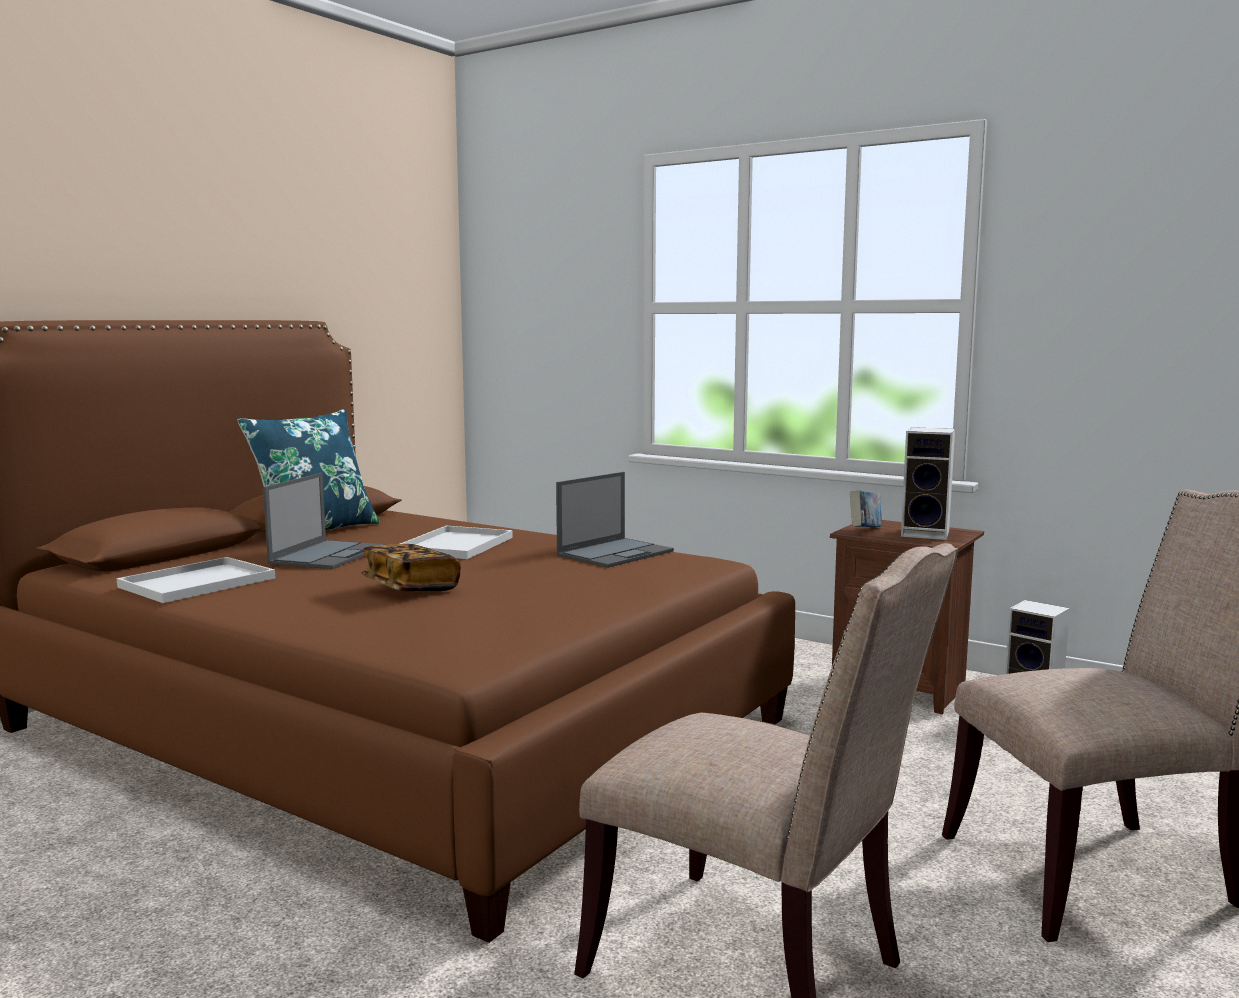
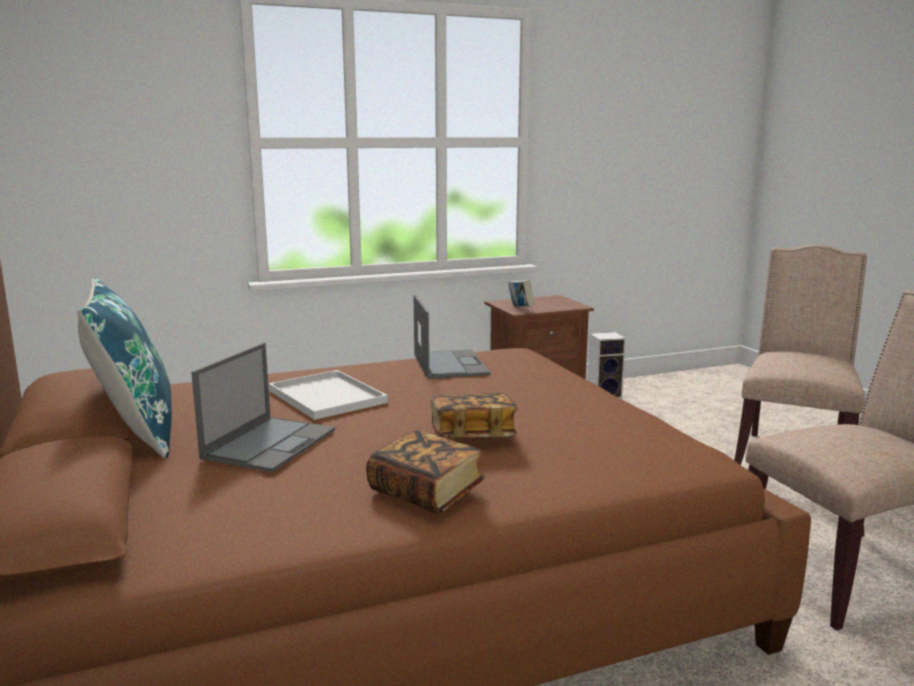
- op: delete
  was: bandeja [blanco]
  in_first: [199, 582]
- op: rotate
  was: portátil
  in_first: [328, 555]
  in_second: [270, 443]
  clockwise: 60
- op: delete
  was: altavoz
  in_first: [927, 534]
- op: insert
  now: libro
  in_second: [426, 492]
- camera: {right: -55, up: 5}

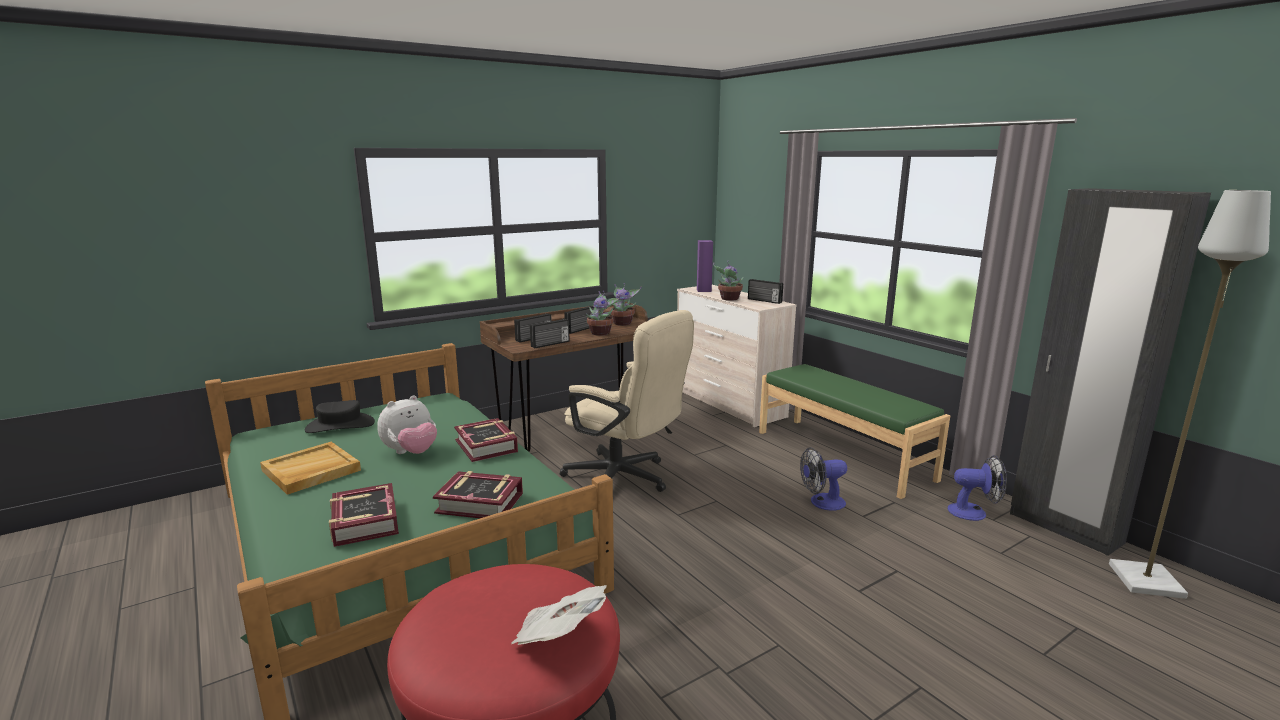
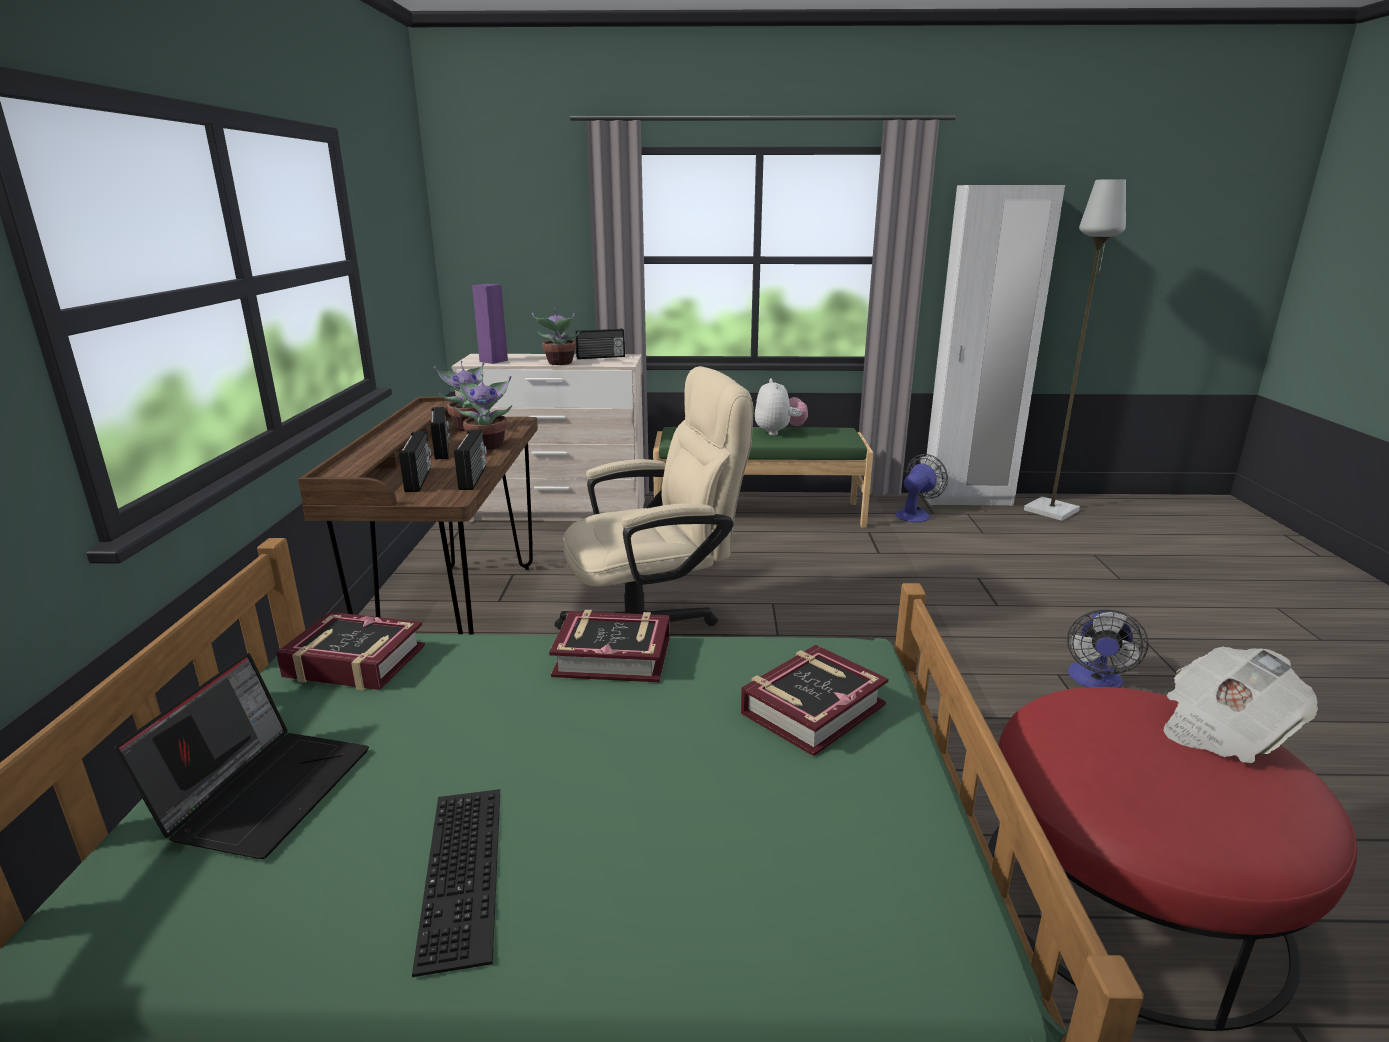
- op: replace
  was: bandeja [beis]
  now: teclado
  in_first: [311, 471]
  in_second: [466, 873]
- op: replace
  was: sombrero [negro]
  now: portátil
  in_first: [340, 425]
  in_second: [265, 789]
- op: move
  was: libro
  in_first: [364, 522]
  in_second: [355, 662]
- op: move
  was: peluche
  in_first: [411, 453]
  in_second: [779, 432]
- op: move
  was: ventilador
  in_first: [821, 503]
  in_second: [1095, 681]
- op: recolor
  was: armario ropero [negro]
  now: armario ropero [blanco]
  in_first: [1064, 528]
  in_second: [967, 500]
- camera: {right: -55, up: 5}

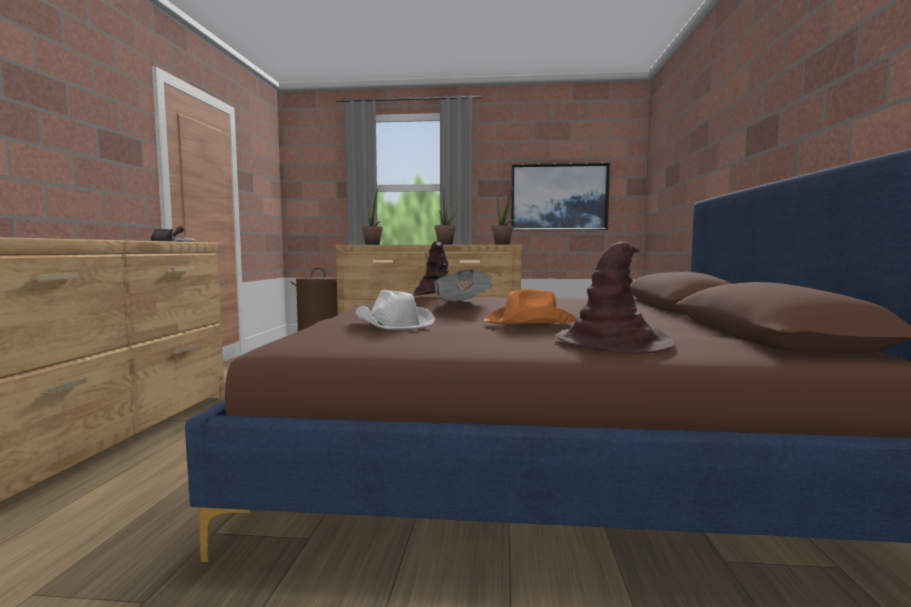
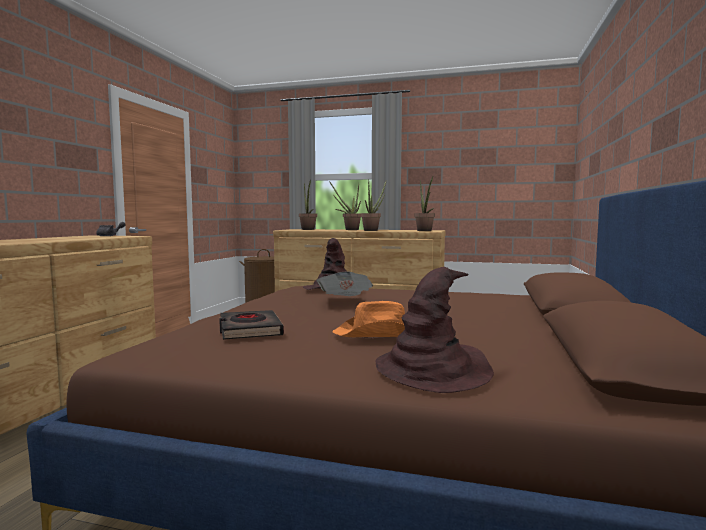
- op: replace
  was: sombrero [blanco]
  now: libro [negro]
  in_first: [392, 324]
  in_second: [249, 330]
- op: delete
  was: cuadro
  in_first: [559, 197]
- op: insert
  now: planta en maceta
  in_second: [349, 229]
- camera: {right: 10, up: 0}

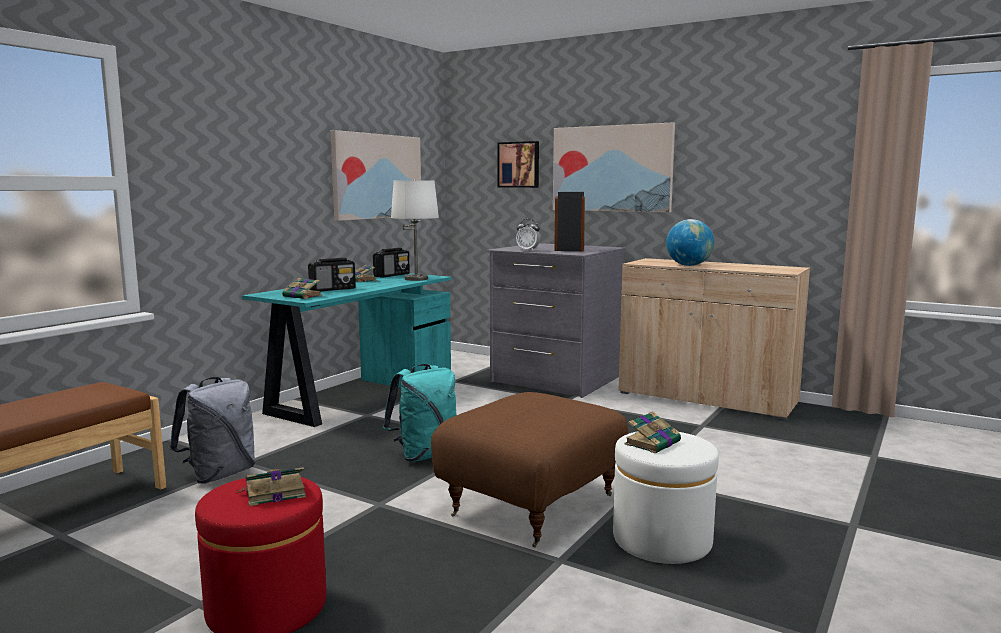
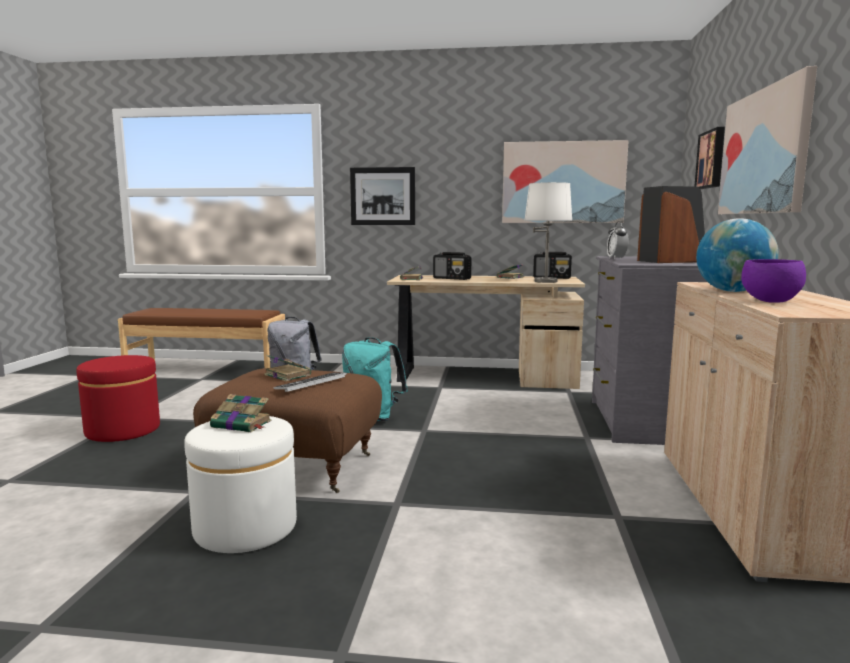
- op: move
  was: libro
  in_first: [273, 493]
  in_second: [287, 375]
- op: recolor
  was: escritorio [turquesa]
  now: escritorio [beis]
  in_first: [359, 394]
  in_second: [483, 376]
- op: insert
  now: teclado
  in_second: [311, 383]
- op: insert
  now: cuadro
  in_second: [382, 196]
- op: insert
  now: cuenco [morado]
  in_second: [770, 301]
- camera: {right: 65, up: 0}

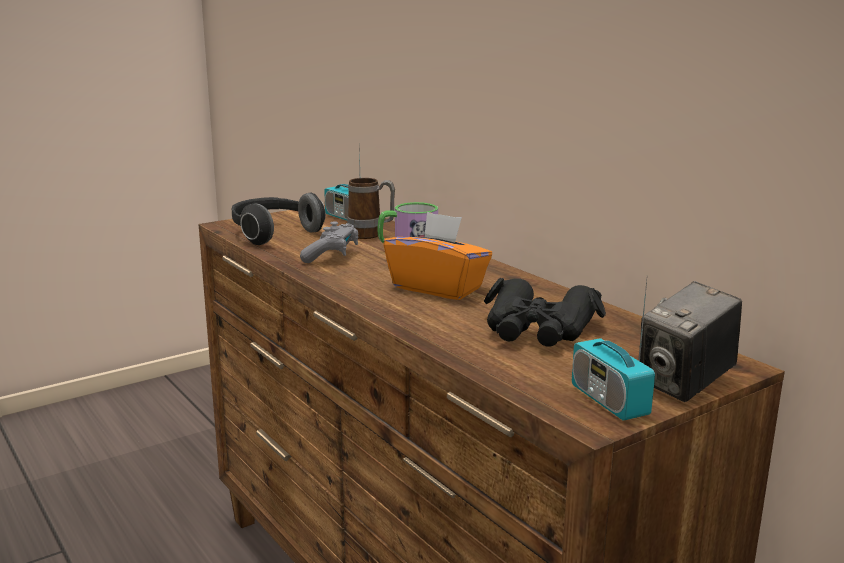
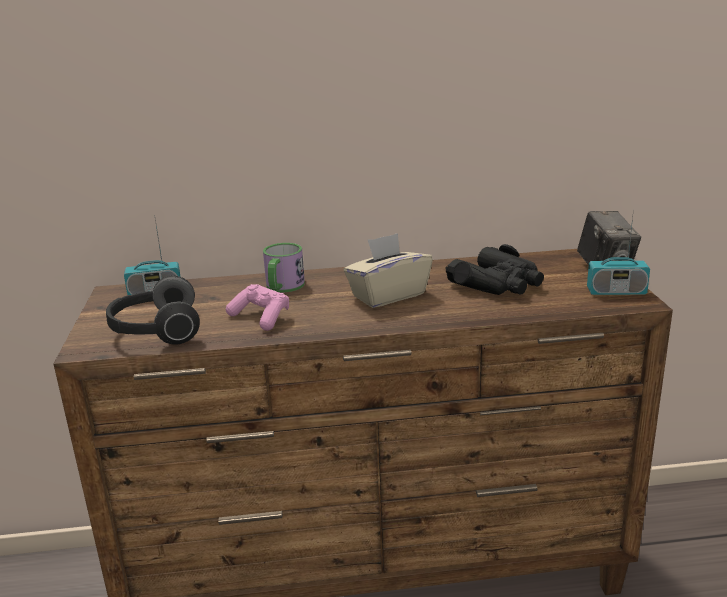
- op: recolor
  was: mando de consola [gris]
  now: mando de consola [rosa]
  in_first: [331, 256]
  in_second: [261, 317]
- op: delete
  was: taza grande
  in_first: [371, 235]
- op: recolor
  was: caja de pañuelos [naranja]
  now: caja de pañuelos [beis]
  in_first: [438, 288]
  in_second: [388, 295]
- camera: {right: -60, up: 5}

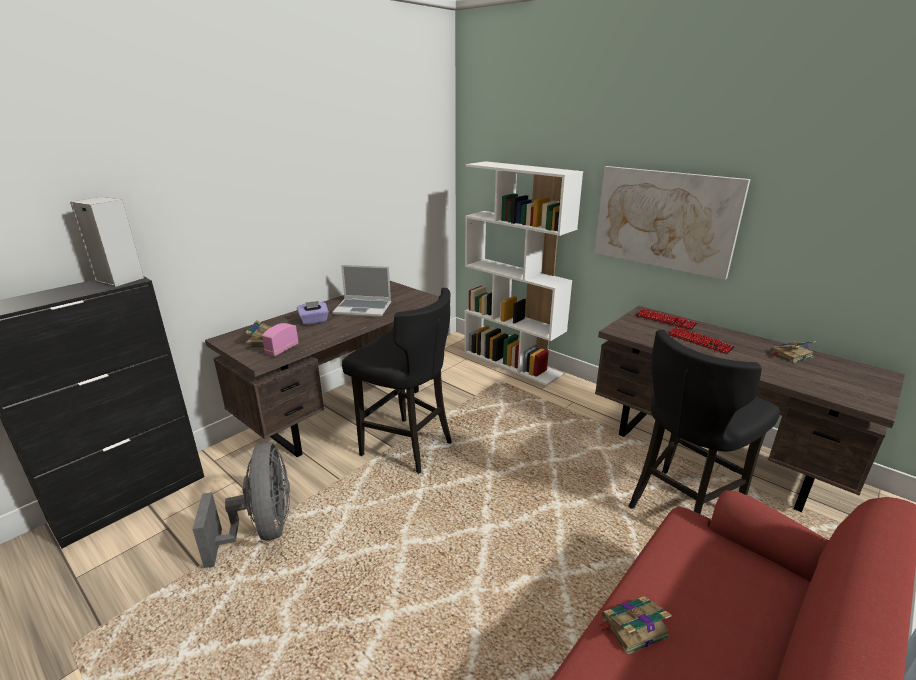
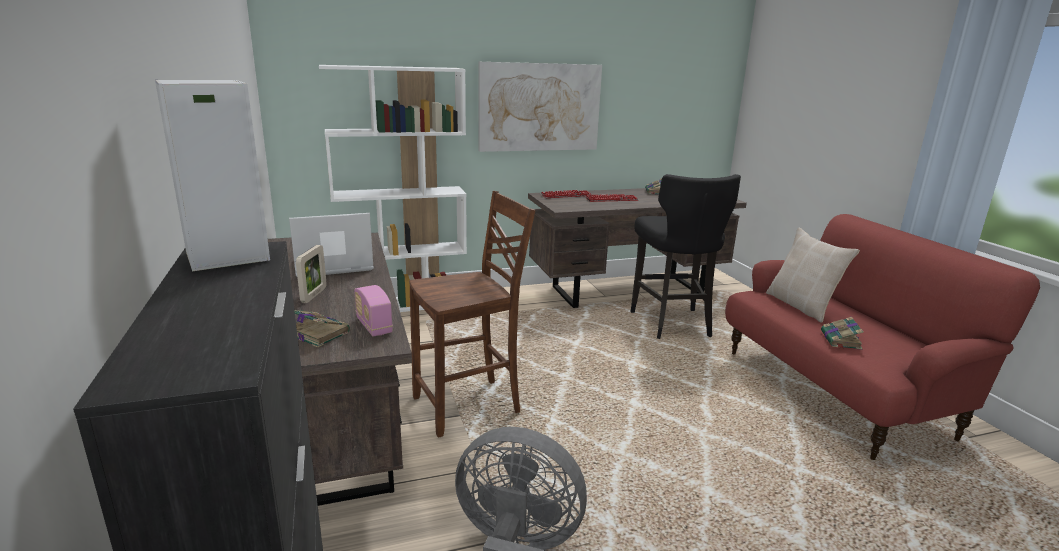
- op: replace
  was: caja de pañuelos [morado]
  now: portarretratos
  in_first: [314, 321]
  in_second: [314, 295]
- op: rotate
  was: portátil
  in_first: [363, 309]
  in_second: [332, 266]
  clockwise: -150
- op: replace
  was: taburete [negro]
  now: silla [marrón]
  in_first: [406, 446]
  in_second: [469, 406]
- op: insert
  now: cojín [beis]
  in_second: [802, 306]
- camera: {right: -60, up: -5}

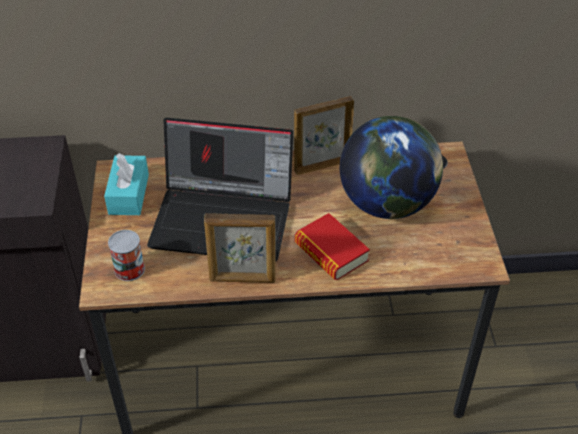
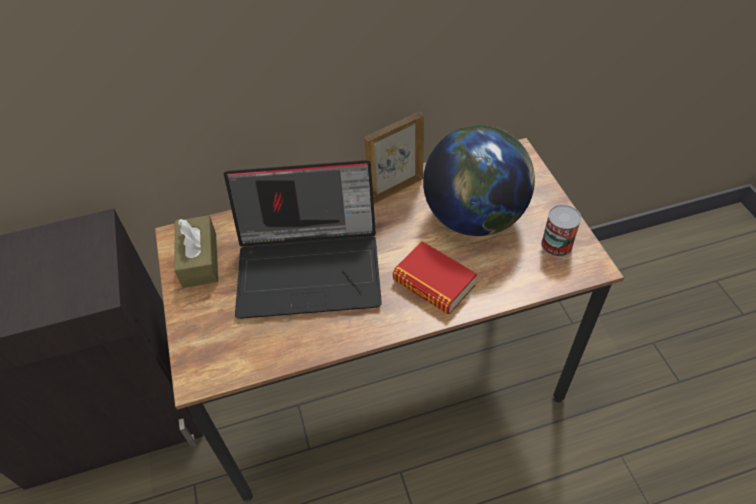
- op: recolor
  was: caja de pañuelos [turquesa]
  now: caja de pañuelos [marrón]
  in_first: [129, 194]
  in_second: [199, 260]
- op: move
  was: lata
  in_first: [129, 269]
  in_second: [556, 245]
- op: delete
  was: portarretratos
  in_first: [242, 279]
- camera: {right: -10, up: 5}

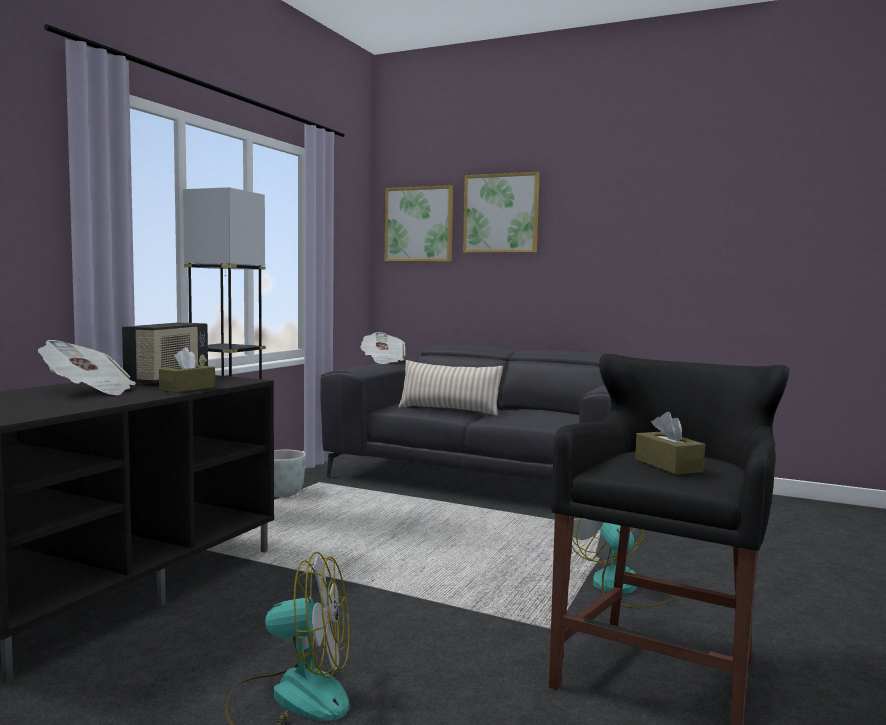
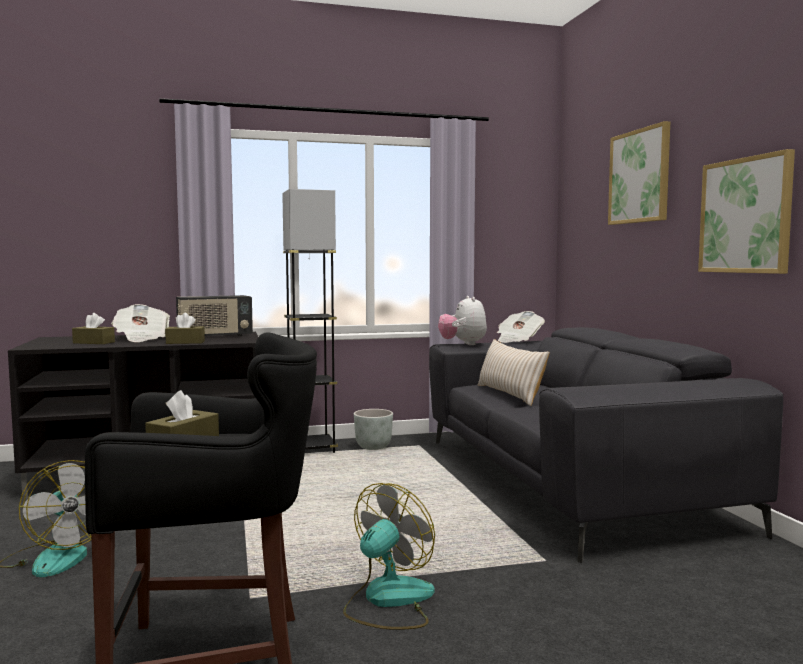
- op: move
  was: cuadro
  in_first: [419, 224]
  in_second: [745, 215]
- op: insert
  now: caja de pañuelos [marrón]
  in_second: [94, 342]
- op: insert
  now: peluche
  in_second: [463, 344]
- camera: {right: 50, up: 0}

